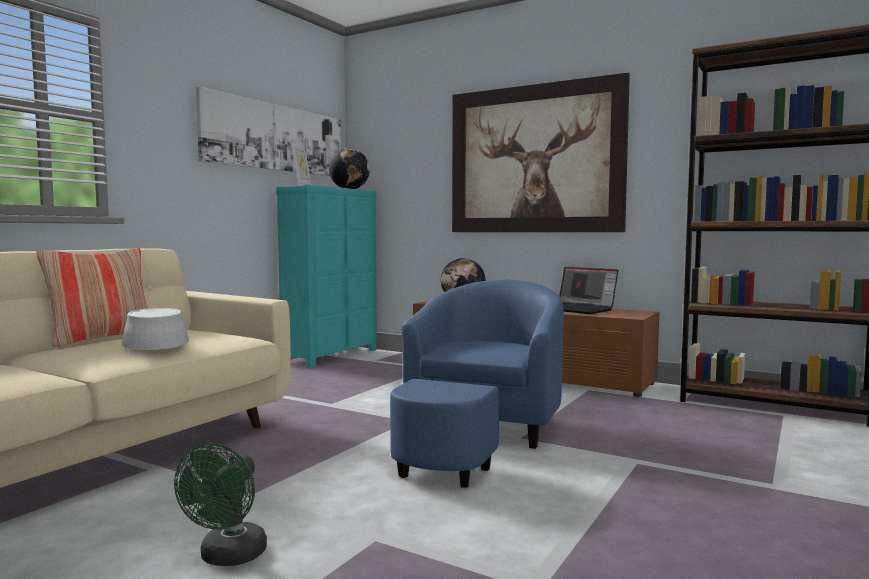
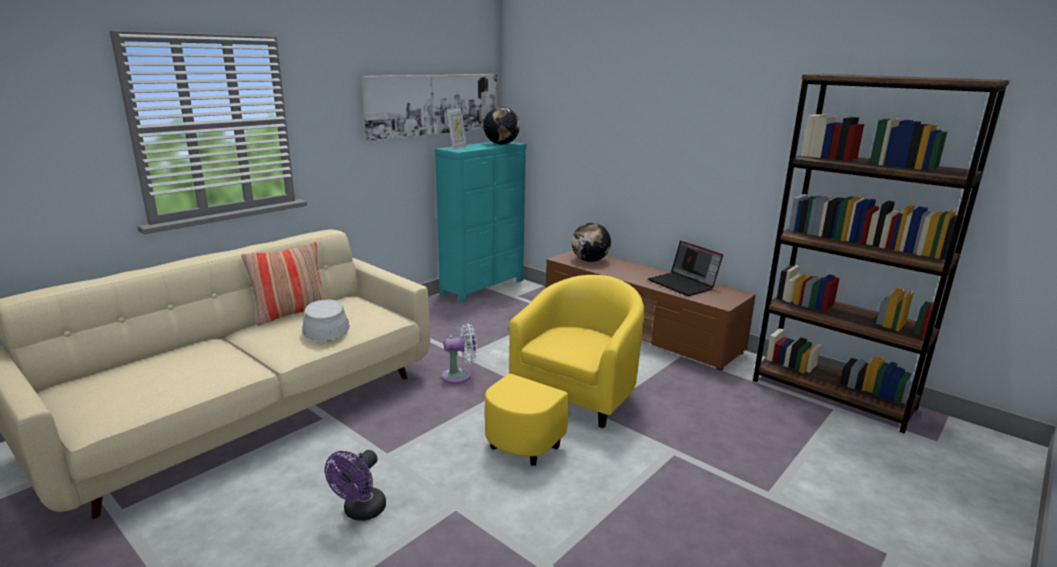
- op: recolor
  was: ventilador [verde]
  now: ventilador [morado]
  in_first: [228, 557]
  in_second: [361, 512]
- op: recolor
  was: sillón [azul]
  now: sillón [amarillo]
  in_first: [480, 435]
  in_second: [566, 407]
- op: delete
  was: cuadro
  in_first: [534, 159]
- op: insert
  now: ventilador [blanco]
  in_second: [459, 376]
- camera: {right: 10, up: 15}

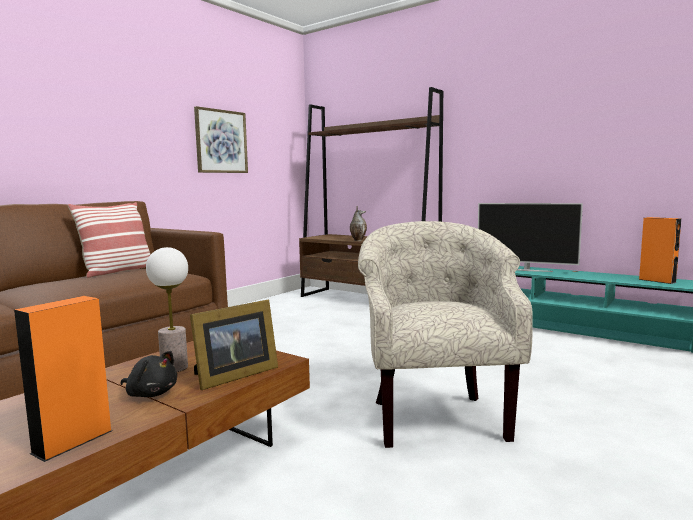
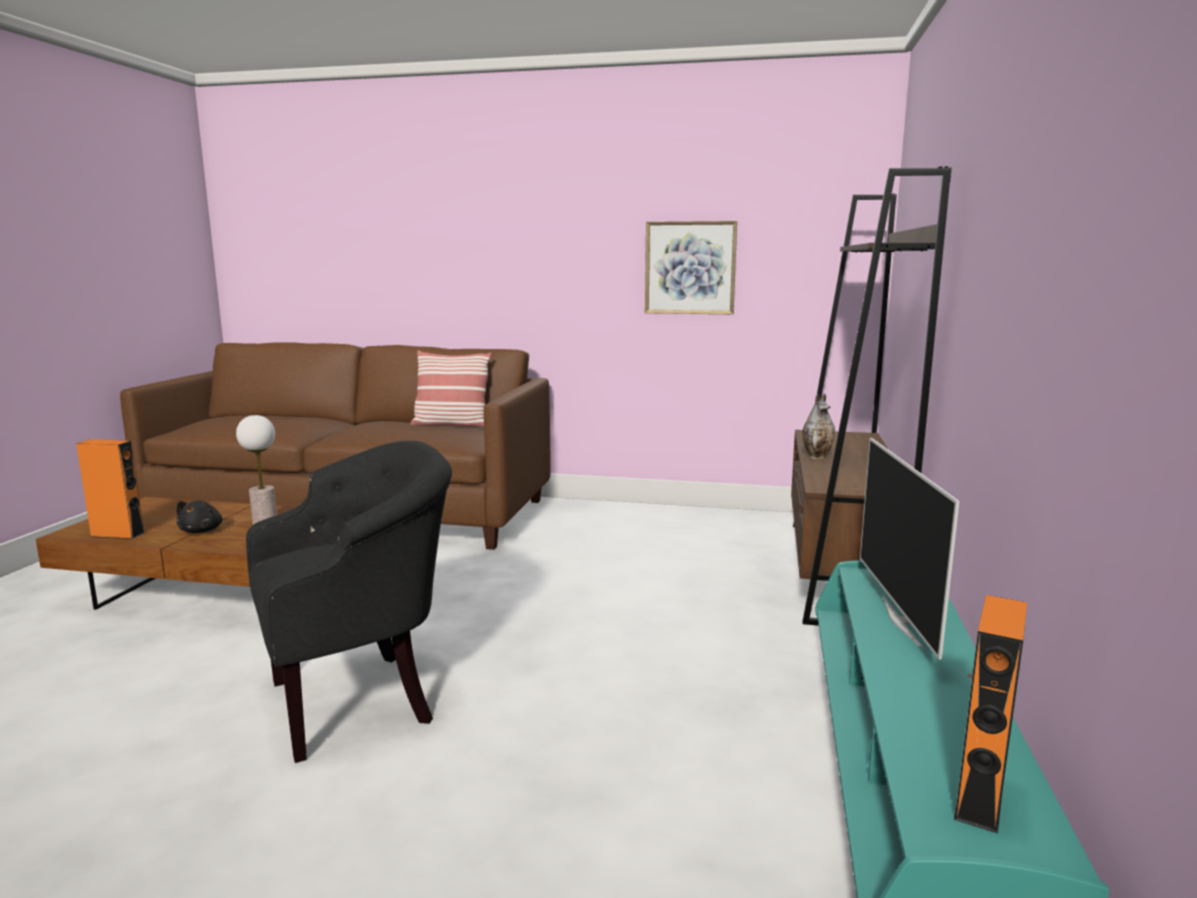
- op: delete
  was: portarretratos
  in_first: [233, 376]
- op: recolor
  was: sillón [beis]
  now: sillón [negro]
  in_first: [435, 416]
  in_second: [361, 699]
- camera: {right: 65, up: 5}

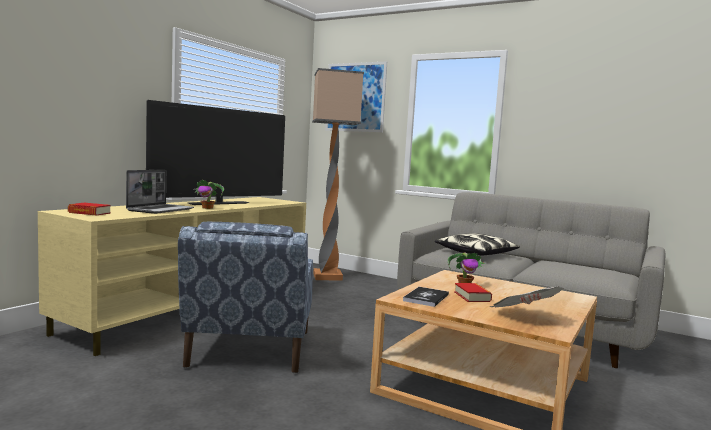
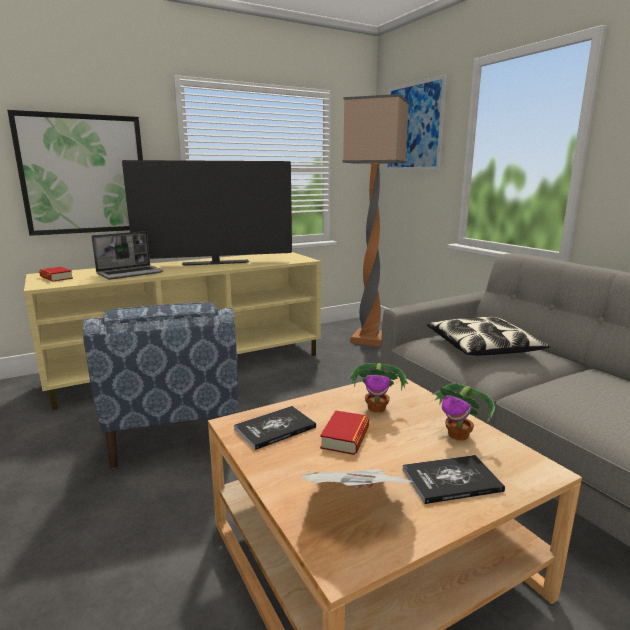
- op: rotate
  was: sillón [azul]
  in_first: [250, 350]
  in_second: [174, 430]
  clockwise: -45
- op: move
  was: planta en maceta
  in_first: [208, 208]
  in_second: [459, 435]
- op: insert
  now: cuadro
  in_second: [84, 174]
- op: insert
  now: libro
  in_second: [451, 480]
- camera: {right: 30, up: 10}

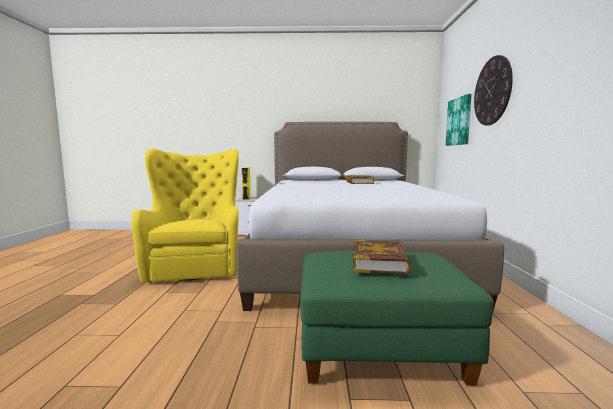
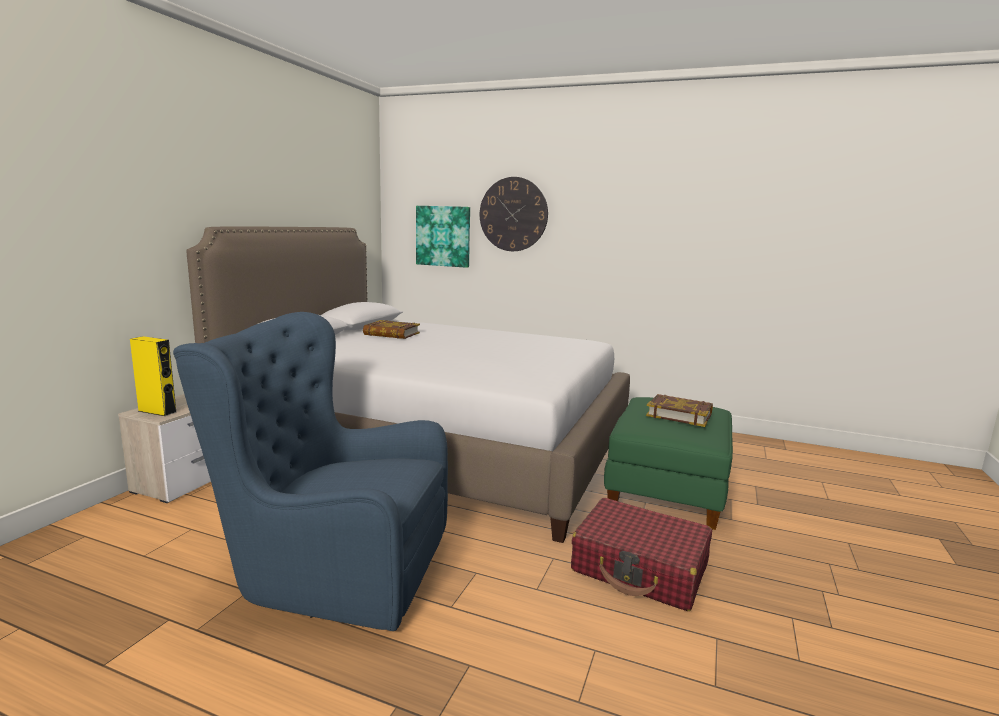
- op: recolor
  was: sillón [amarillo]
  now: sillón [azul]
  in_first: [196, 265]
  in_second: [329, 567]
- op: insert
  now: maleta [rojo]
  in_second: [640, 568]
- camera: {right: -70, up: 5}

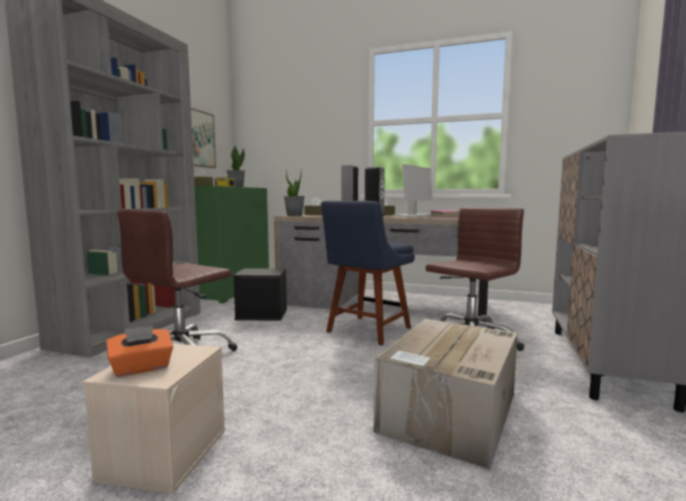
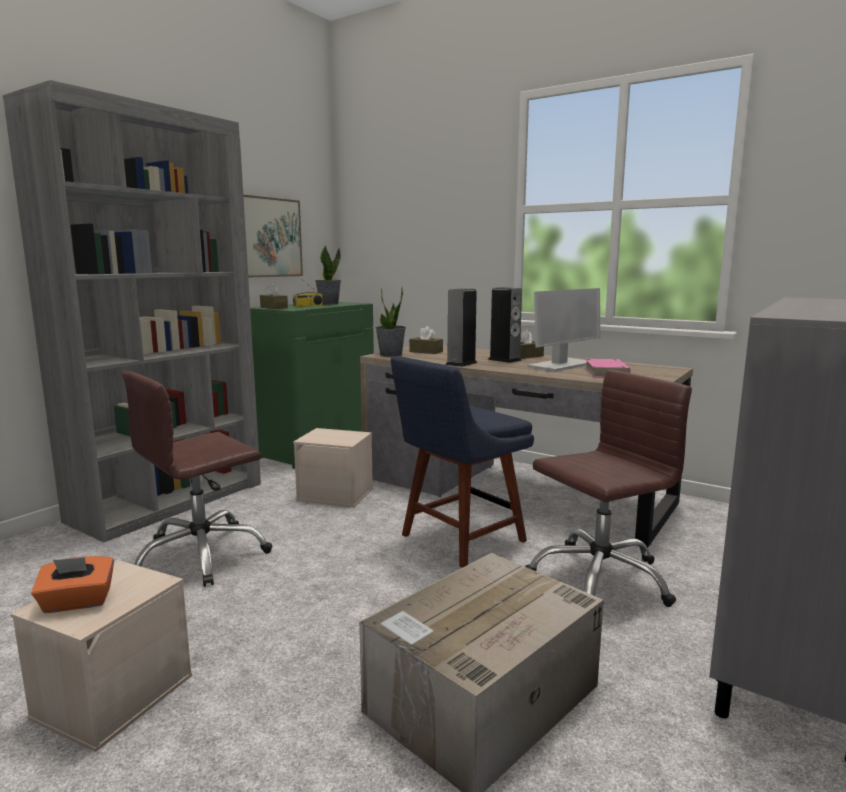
- op: recolor
  was: caja de almacenaje [negro]
  now: caja de almacenaje [beis]
  in_first: [262, 314]
  in_second: [336, 494]
- camera: {right: 15, up: 5}

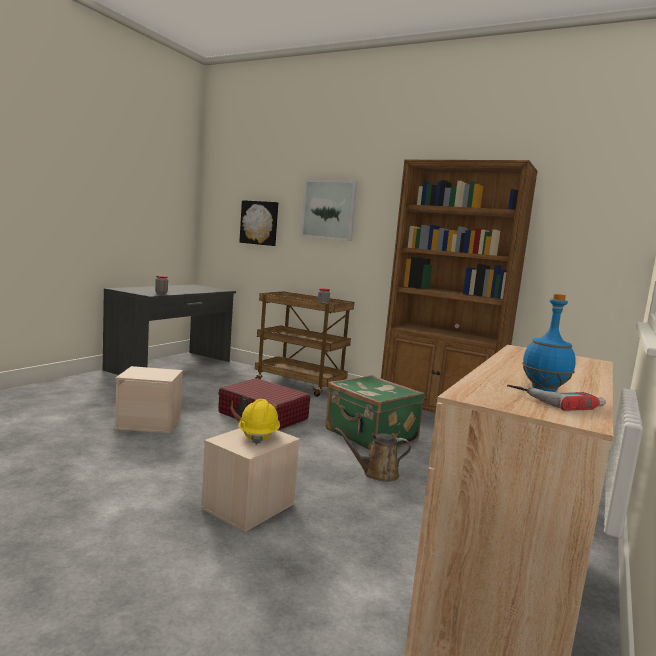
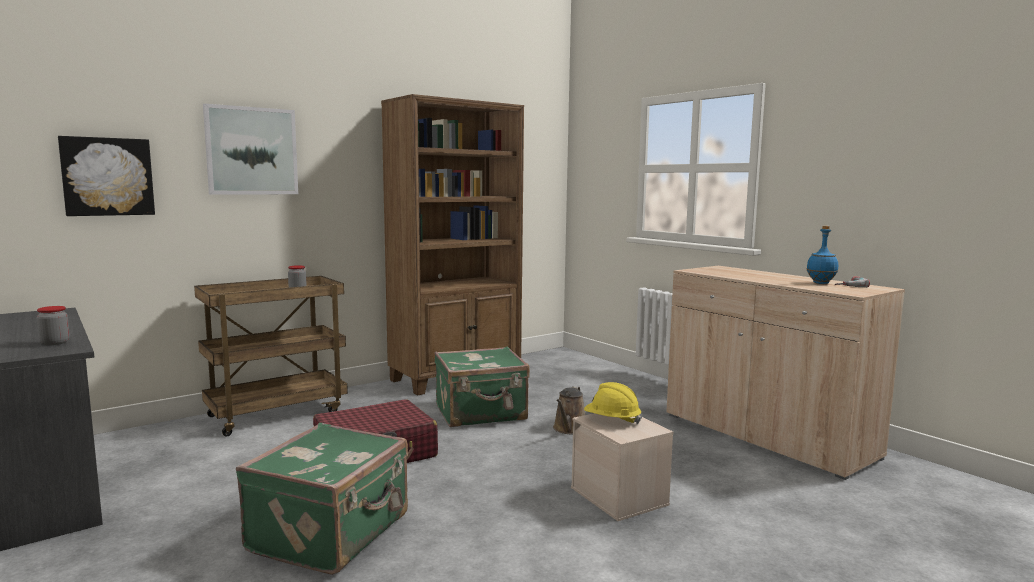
- op: replace
  was: caja de almacenaje [beis]
  now: maleta [verde]
  in_first: [150, 423]
  in_second: [332, 533]
- camera: {right: -65, up: 0}

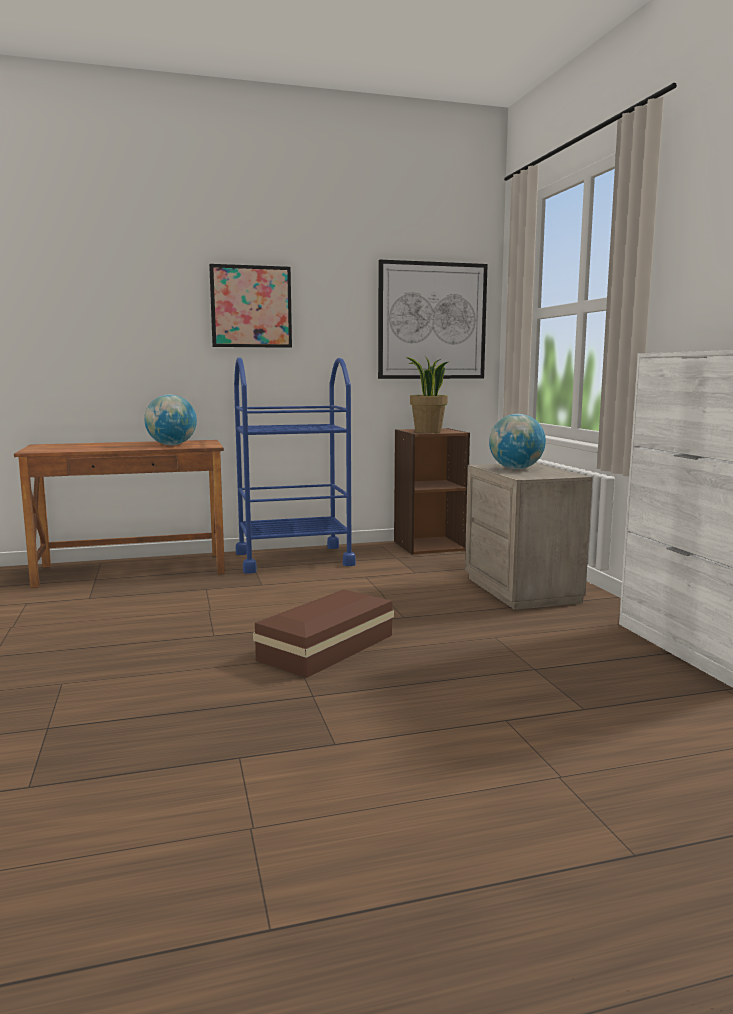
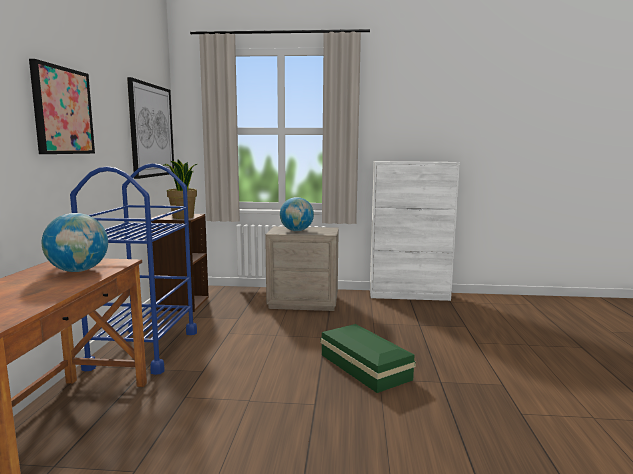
- op: recolor
  was: caja de almacenaje [marrón]
  now: caja de almacenaje [verde]
  in_first: [329, 647]
  in_second: [364, 366]
- camera: {right: -70, up: 0}

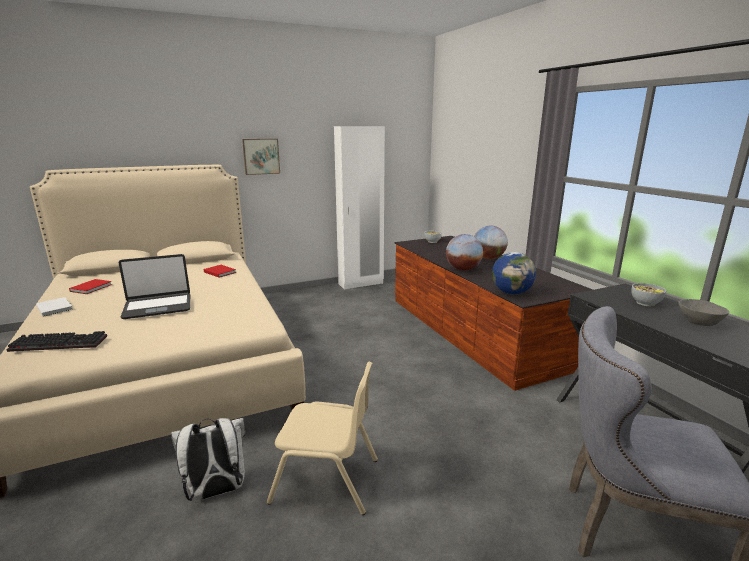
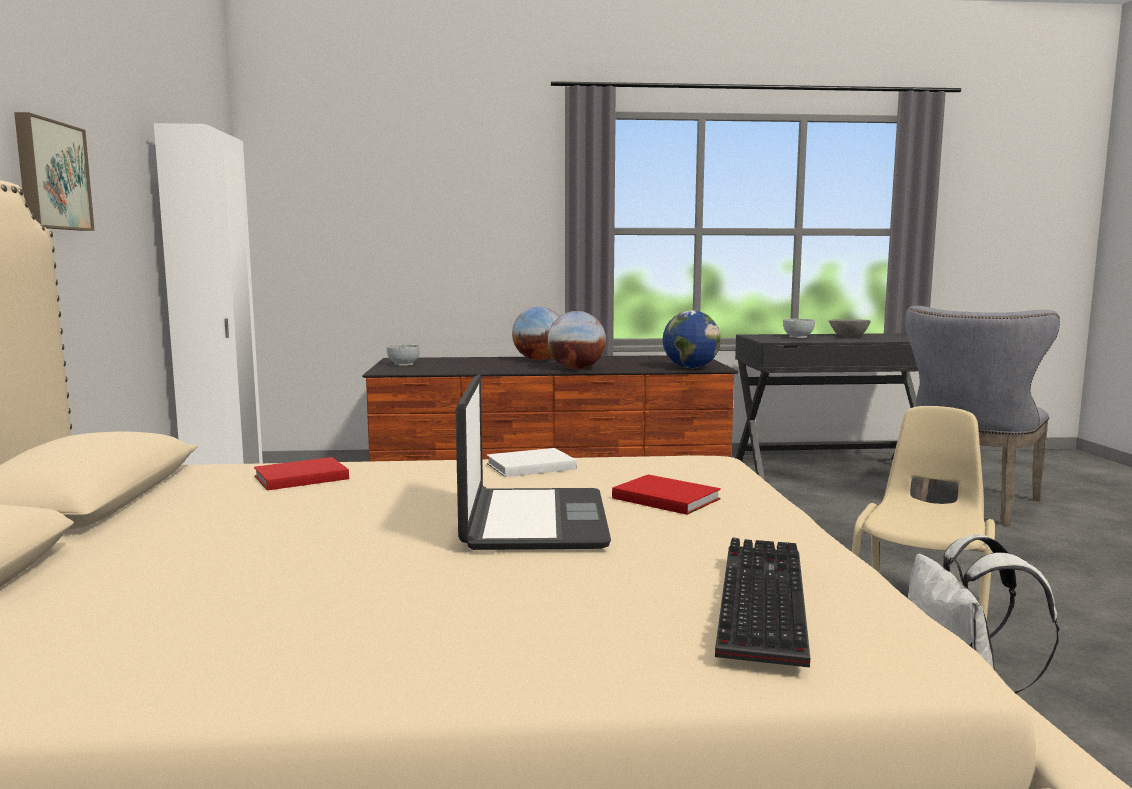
- op: move
  was: libro [blanco]
  in_first: [55, 308]
  in_second: [528, 466]
- op: move
  was: libro [rojo]
  in_first: [92, 287]
  in_second: [664, 498]
- camera: {right: -70, up: -10}

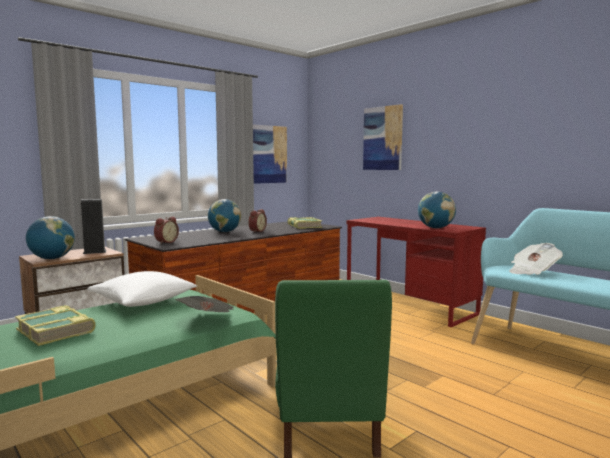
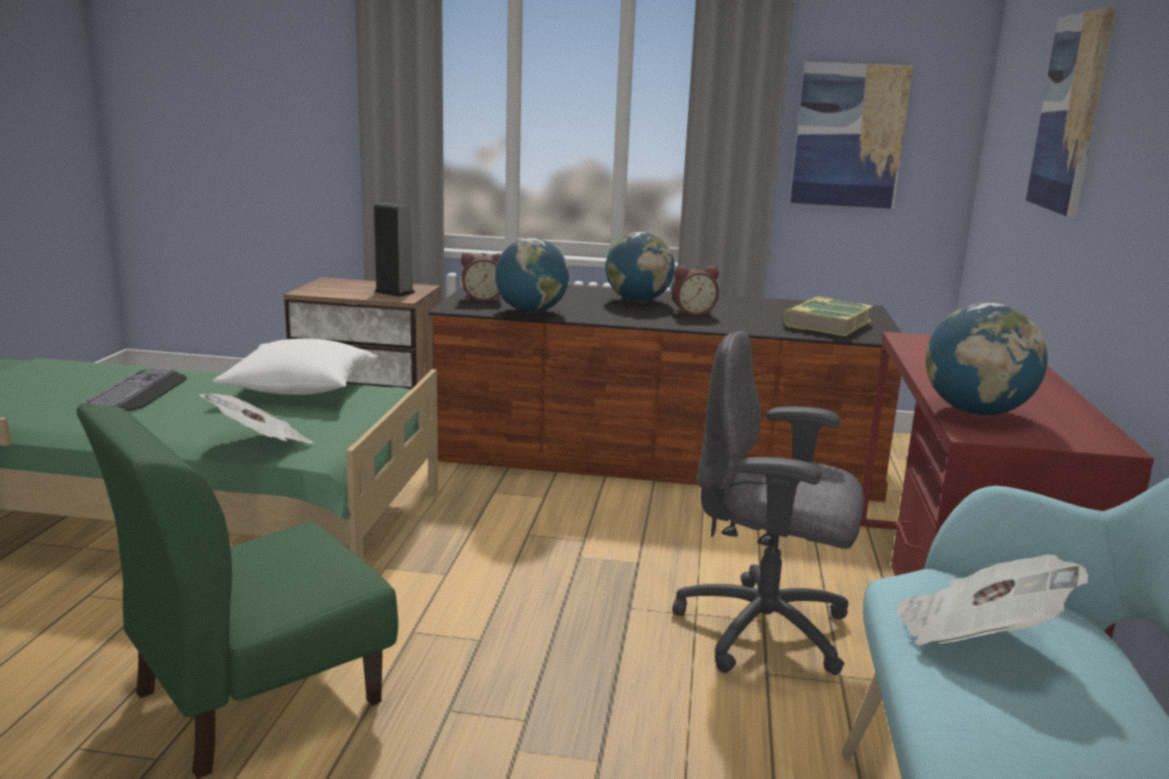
- op: replace
  was: libro
  now: teclado
  in_first: [56, 331]
  in_second: [139, 392]
- op: move
  was: globo terráqueo
  in_first: [52, 258]
  in_second: [531, 311]
- op: insert
  now: silla de oficina [gris]
  in_second: [766, 631]
- camera: {right: 50, up: 10}

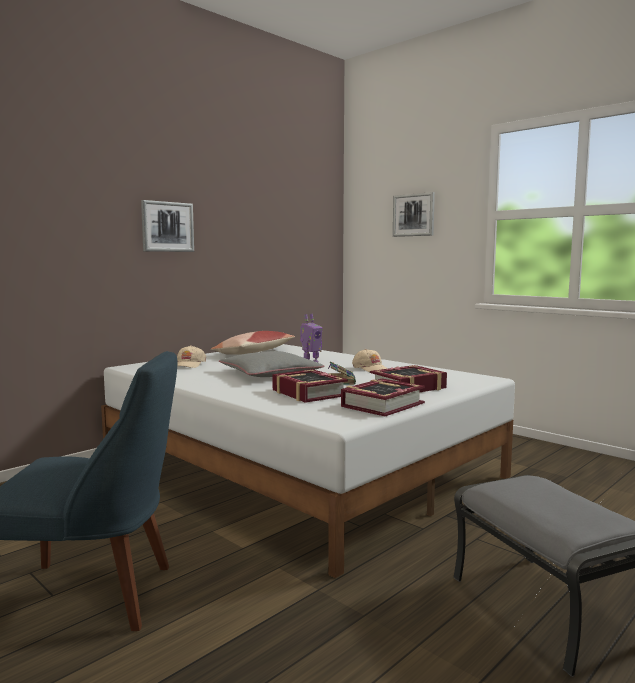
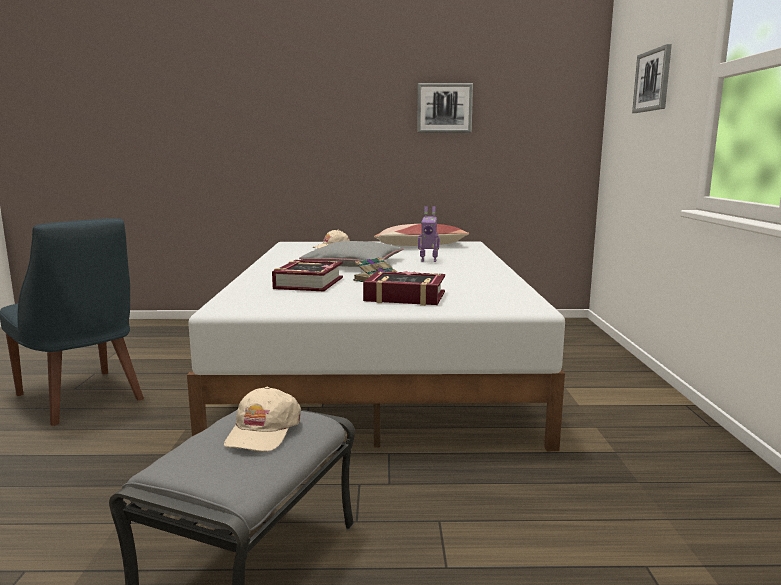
- op: move
  was: cuadro
  in_first: [167, 227]
  in_second: [444, 108]
- op: delete
  was: libro
  in_first: [382, 405]
- op: move
  was: gorra [beis]
  in_first: [370, 368]
  in_second: [262, 431]
- camera: {right: 45, up: 5}

